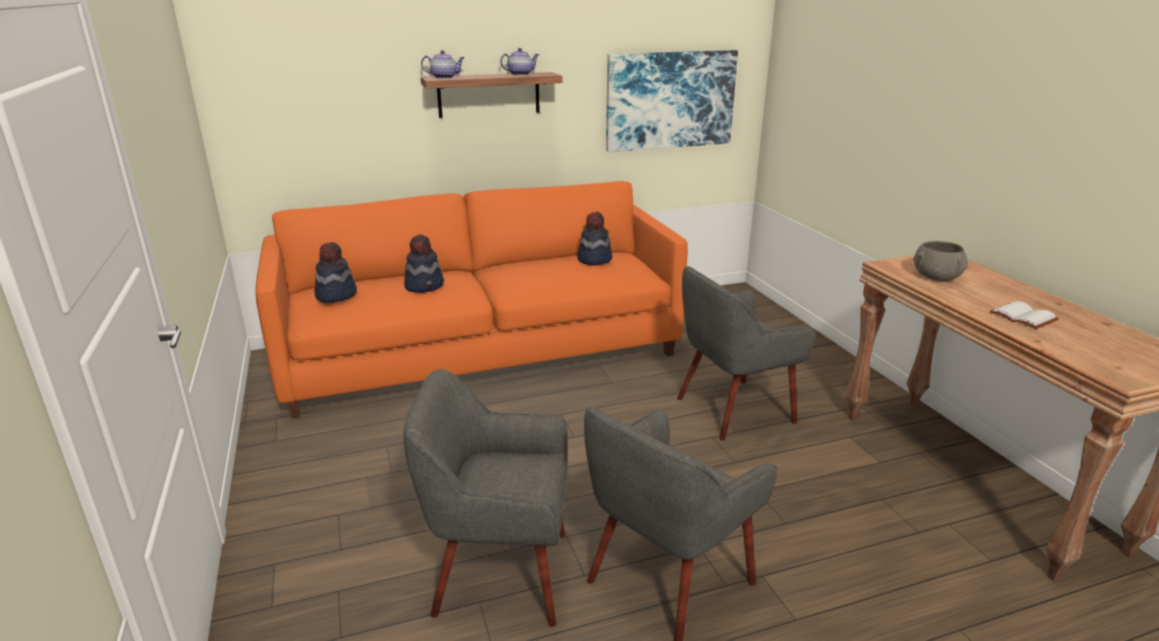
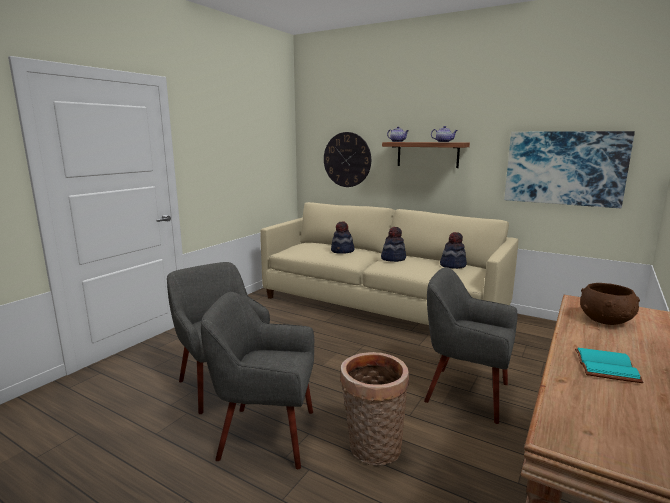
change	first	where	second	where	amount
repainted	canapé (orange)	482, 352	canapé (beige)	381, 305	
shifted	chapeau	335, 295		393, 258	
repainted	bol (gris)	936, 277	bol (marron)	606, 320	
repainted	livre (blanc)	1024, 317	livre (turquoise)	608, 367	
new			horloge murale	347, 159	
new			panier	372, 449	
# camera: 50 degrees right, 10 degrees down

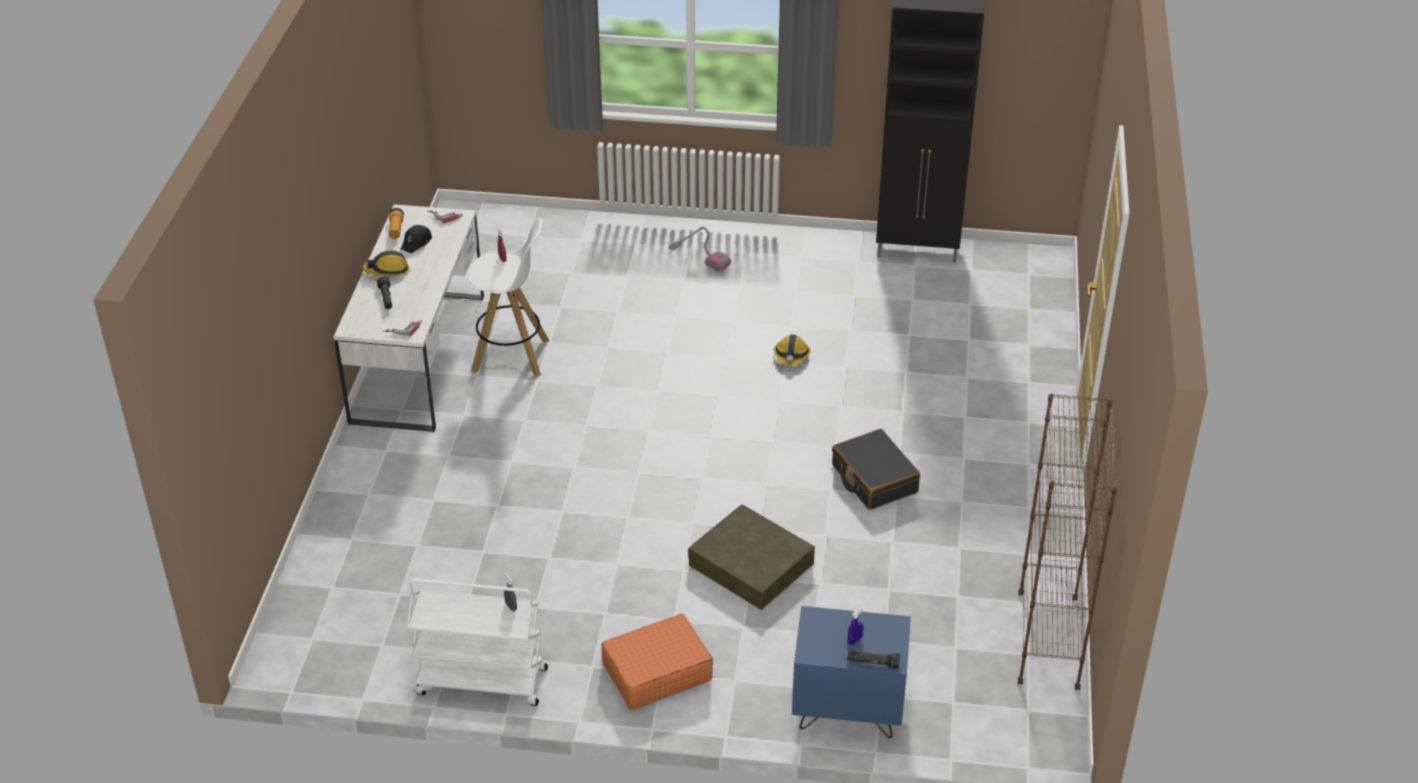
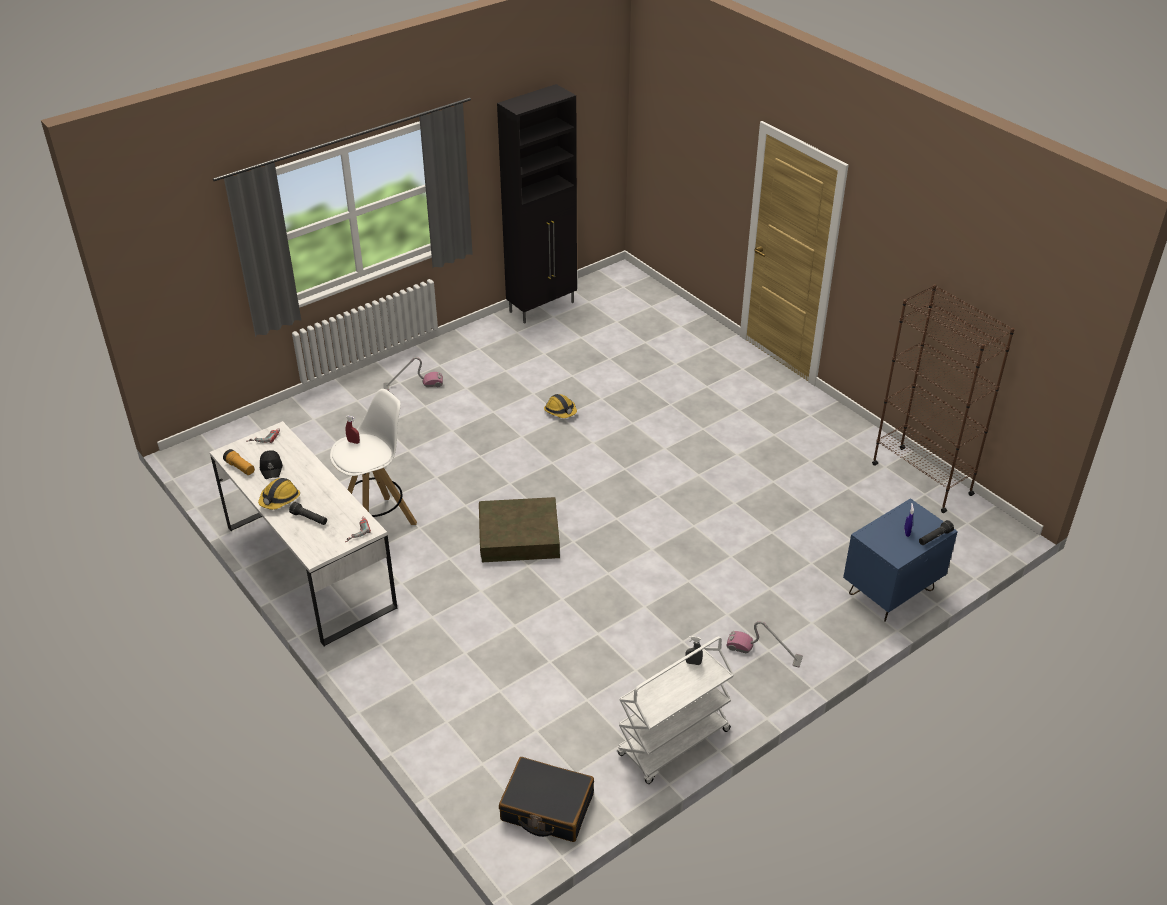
change	first	where	second	where	amount
swapped	valise (orange)	656, 672	aspirateur	764, 652	
shifted	boîte de rangement (marron)	751, 564		519, 536	
shifted	valise (noir)	874, 479		547, 807	
# camera: 45 degrees left, 0 degrees up

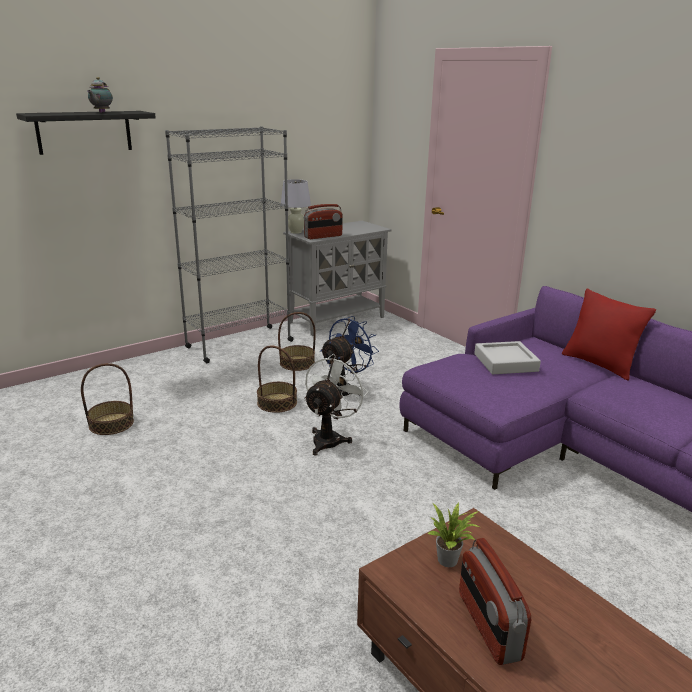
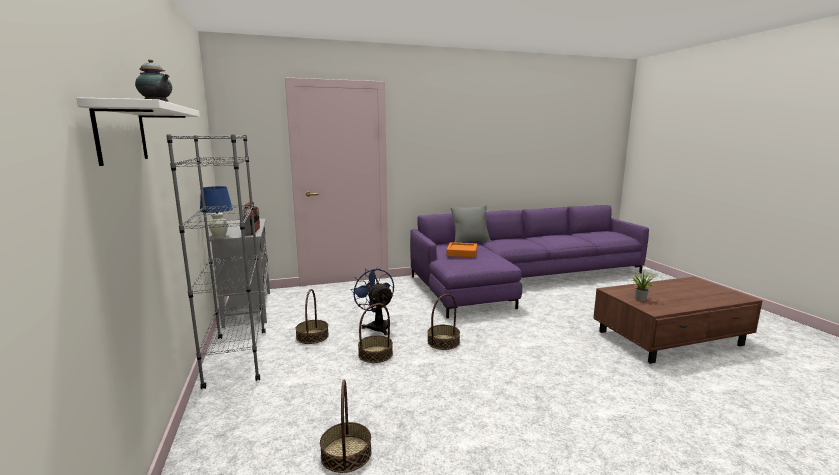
change	first	where	second	where	amount
repainted	étagère (noir)	84, 132	étagère (blanc)	121, 133	
repainted	lampe de table (blanc)	296, 232	lampe de table (bleu)	219, 236	
swapped	ventilateur (blanc)	330, 438	panier	443, 342	
gone	radio	488, 625			
repainted	plateau (gris)	505, 362	plateau (orange)	462, 253	
repainted	coussin (rouge)	599, 364	coussin (gris)	470, 242	
# camera: 70 degrees left, 10 degrees down

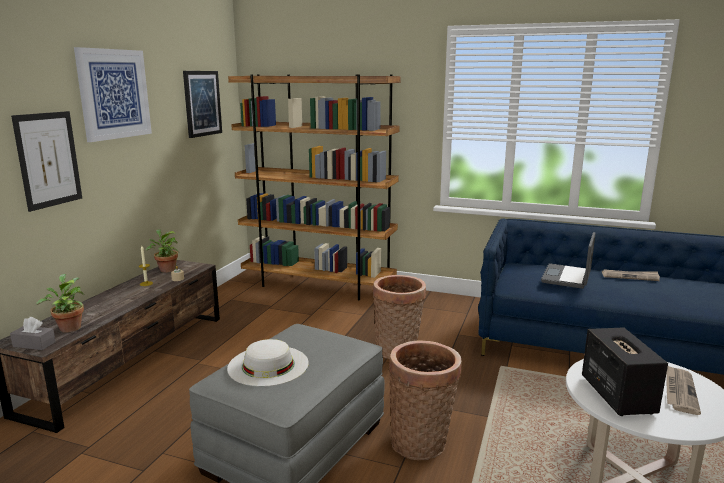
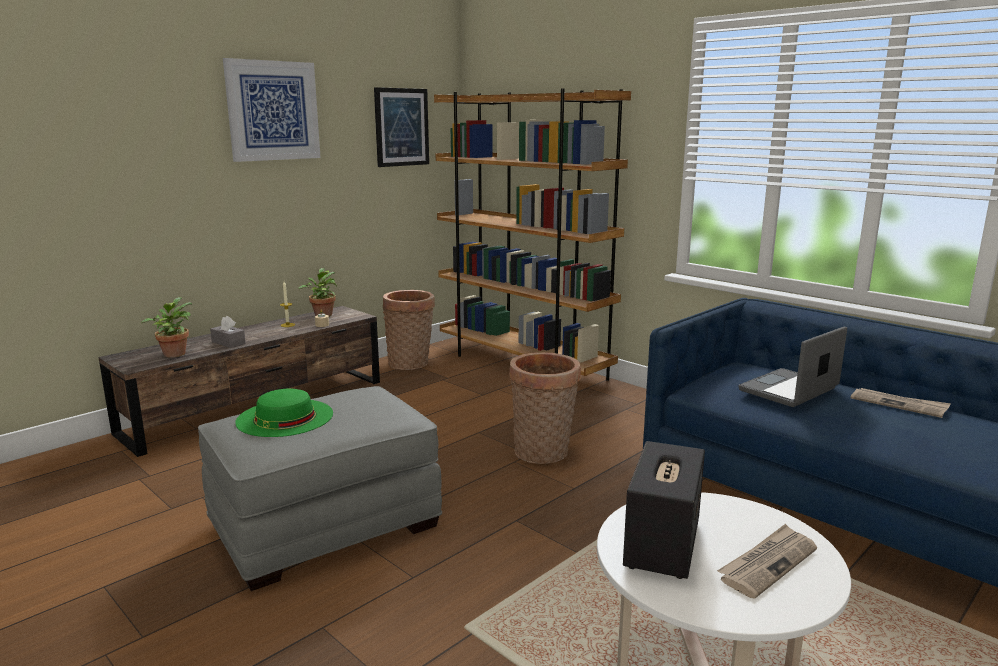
change	first	where	second	where	amount
shifted	boîte à mouchoirs (gris)	34, 344		228, 343	
gone	tableau	48, 160			
repainted	chapeau (blanc)	268, 365	chapeau (vert)	285, 417	
shifted	panier	422, 442		411, 364	
# camera: 25 degrees right, 0 degrees up

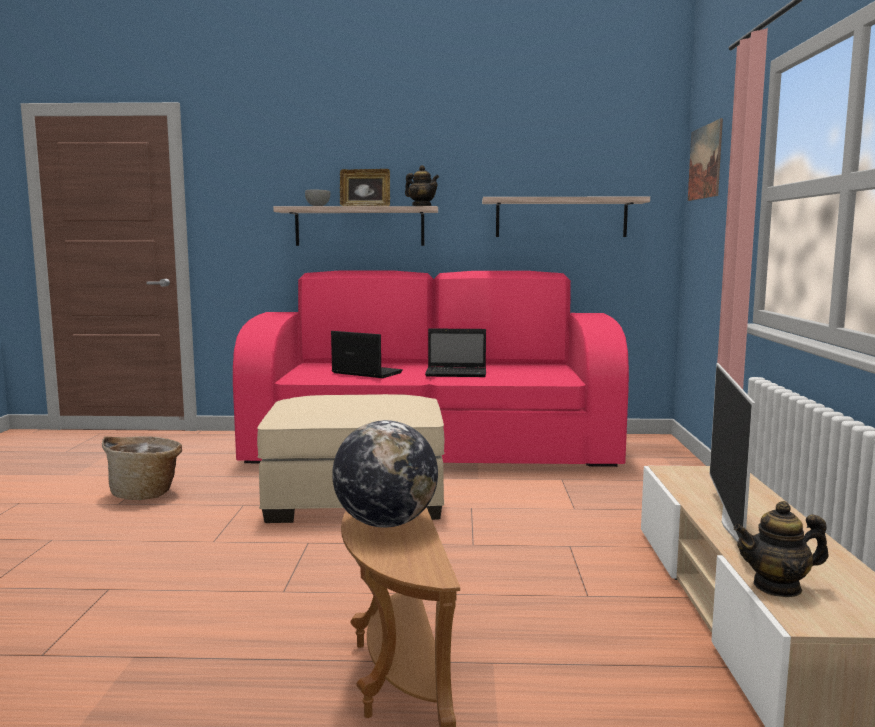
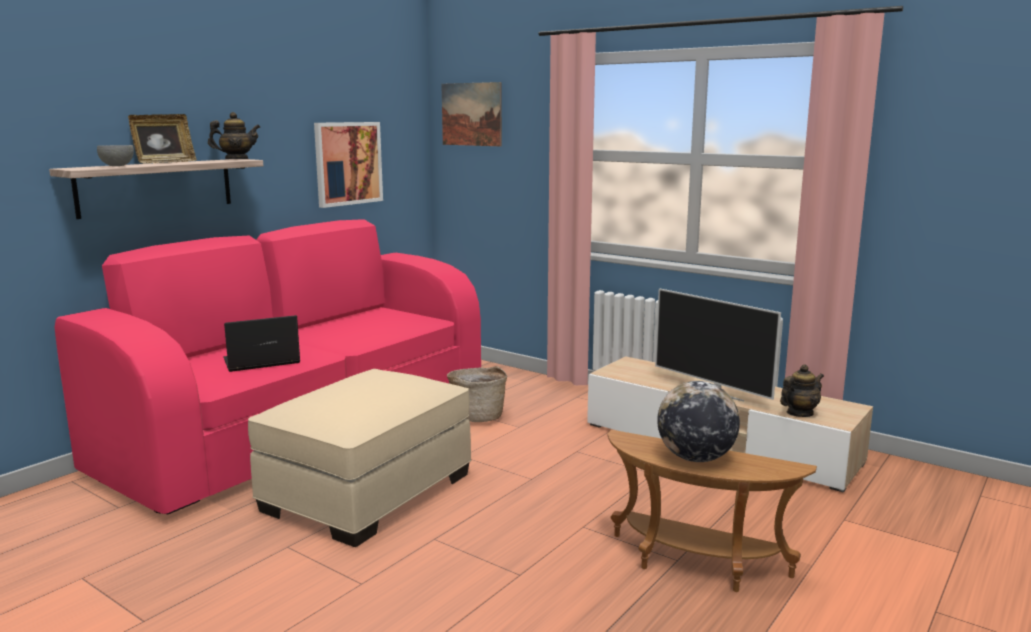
change	first	where	second	where	amount
shifted	panier	146, 494		478, 416	
gone	ordinateur portable	457, 373			
swapped	étagère	561, 217	tableau	348, 163	
rotated	théière	777, 587		799, 413	150 degrees counterclockwise
# camera: 55 degrees left, 5 degrees up

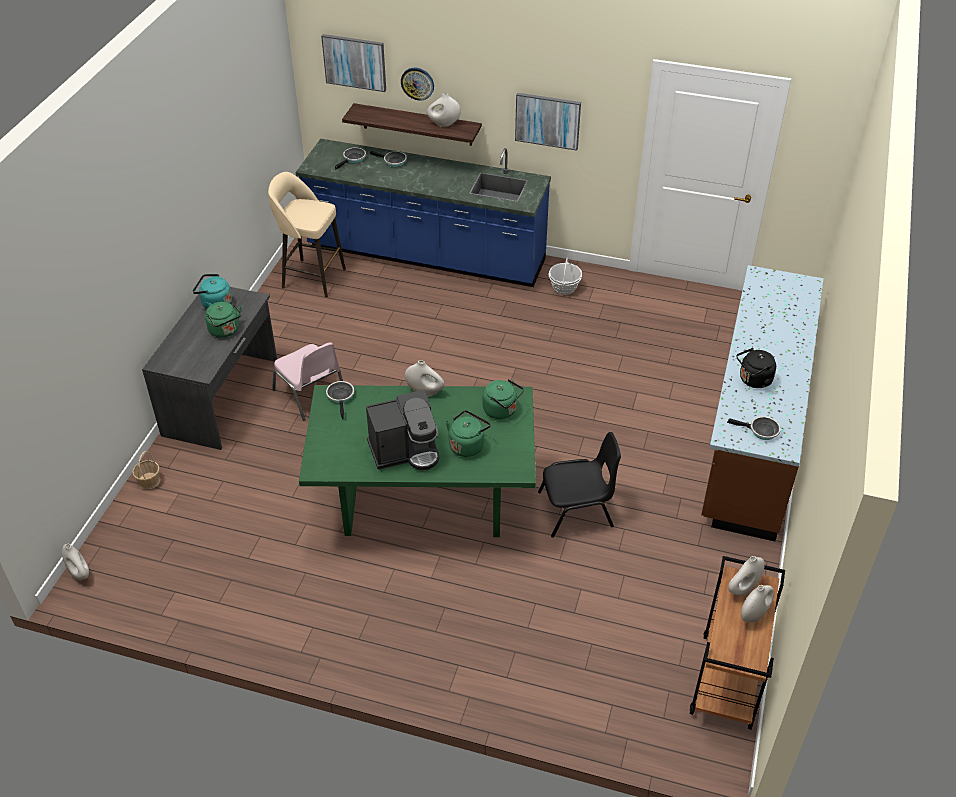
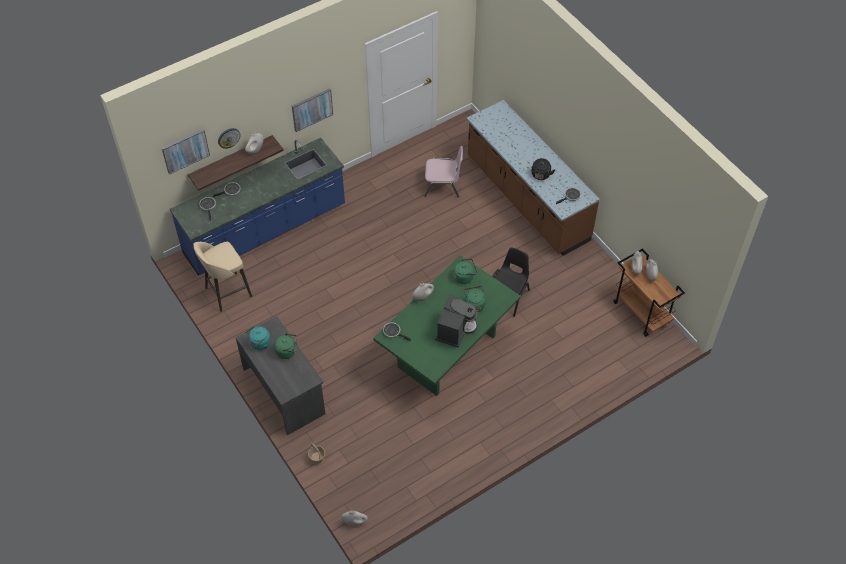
change	first	where	second	where	amount
shifted	chaise (rose)	311, 395		443, 185	
gone	panier	564, 288			
# camera: 50 degrees left, 10 degrees up

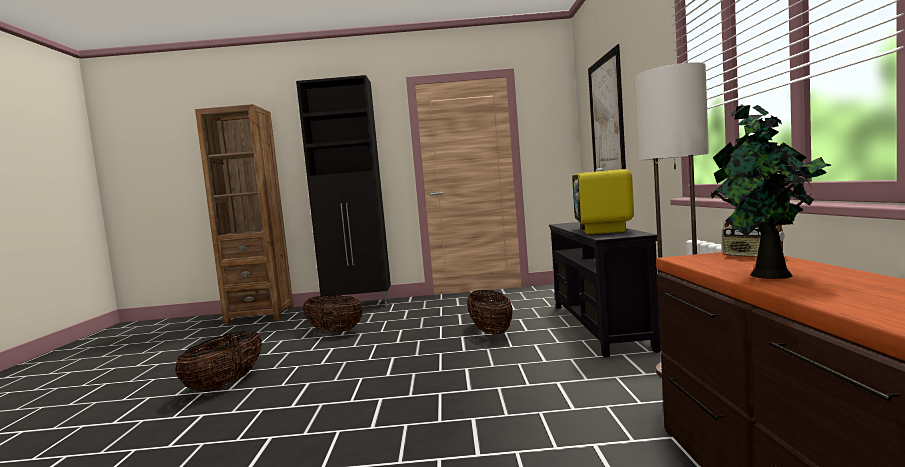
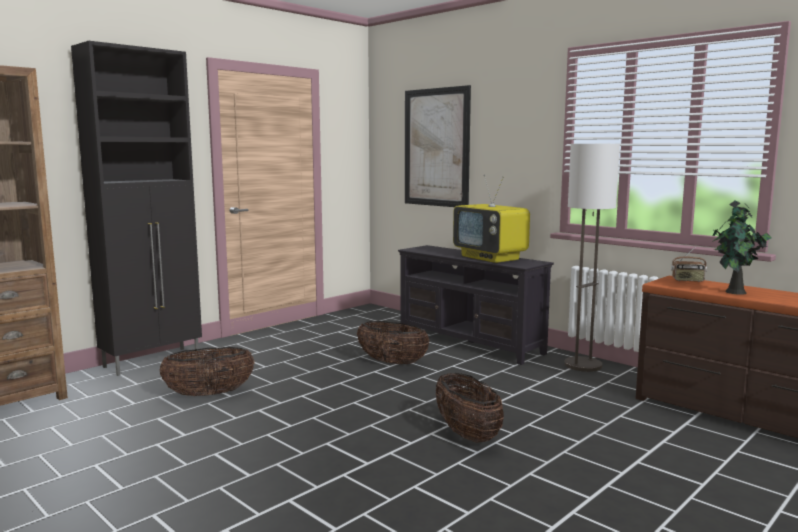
change	first	where	second	where	amount
shifted	panier	225, 384		467, 434	
# camera: 45 degrees left, 5 degrees up

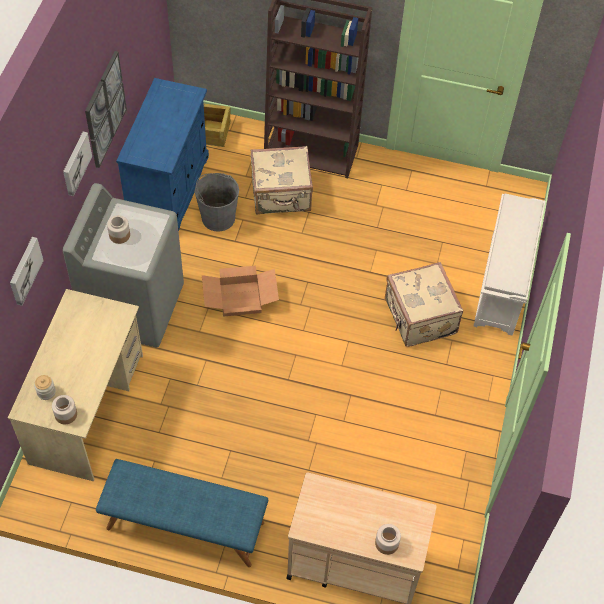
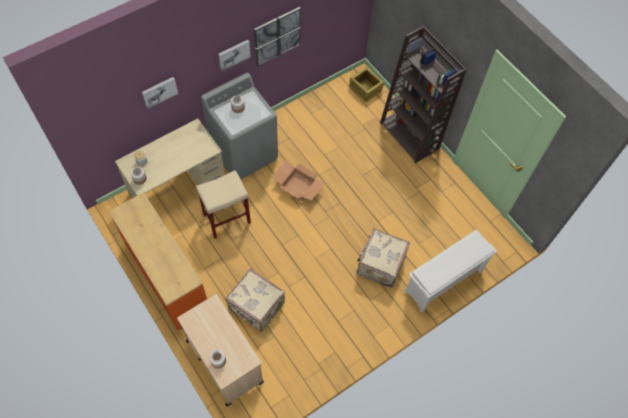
change	first	where	second	where	amount
swapped	banc (bleu)	185, 526	commode (orange)	166, 277	
gone	meuble de rangement (bleu)	169, 190			
gone	seau (gris)	218, 217			
shifted	valise (beige)	281, 195		256, 306	
new			tabouret (beige)	226, 219	
# camera: 40 degrees right, 5 degrees up

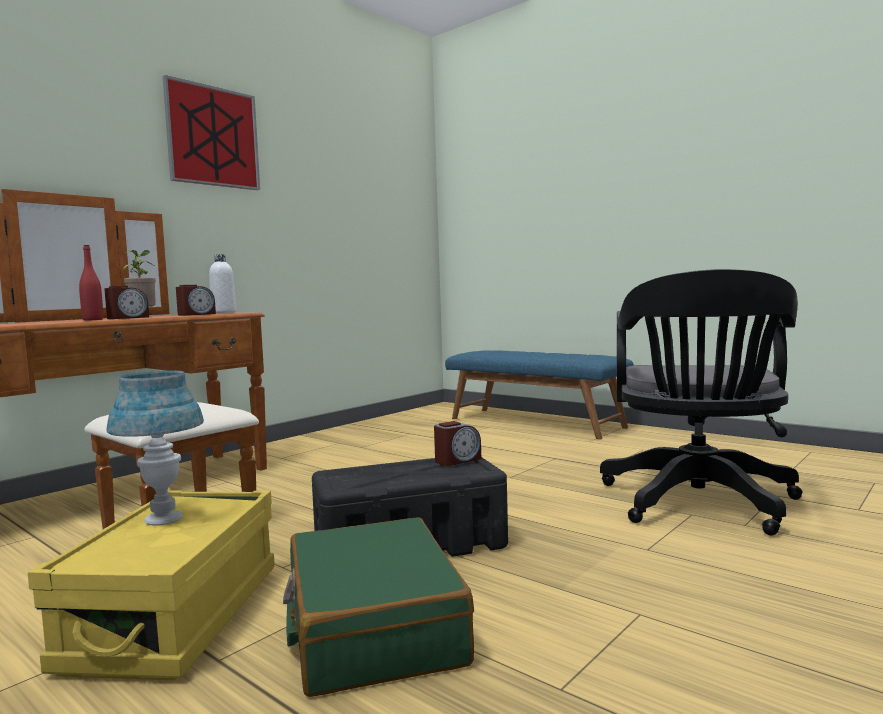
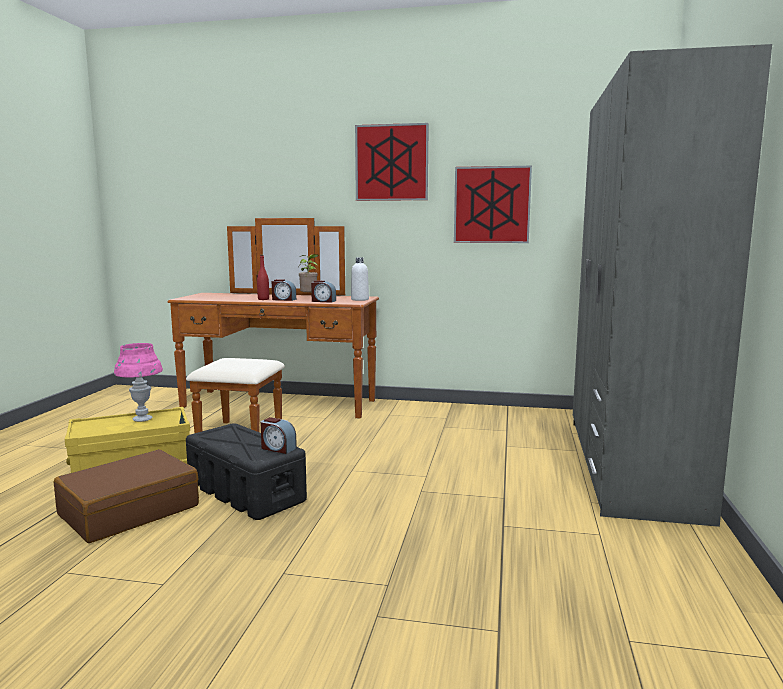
change	first	where	second	where	amount
repainted	lampe de table (bleu)	164, 519	lampe de table (rose)	142, 419	
repainted	valise (vert)	372, 627	valise (marron)	129, 510	
swapped	banc (bleu)	535, 422	armoire (gris)	630, 465	
gone	chaise de bureau (noir)	699, 505			
new			tableau	492, 205	
# camera: 60 degrees right, 5 degrees up

